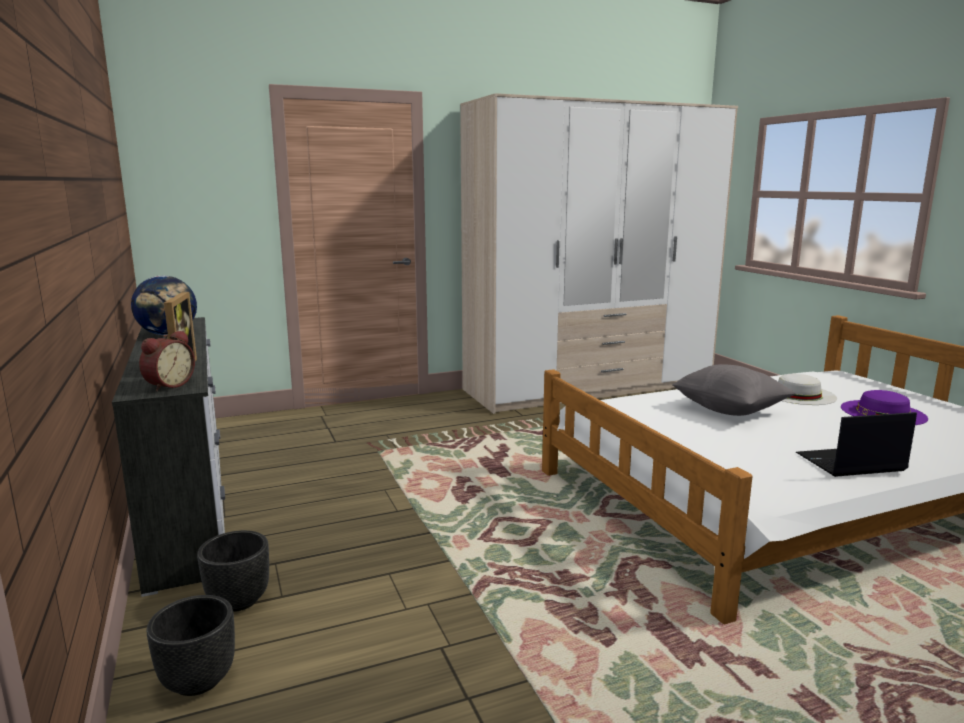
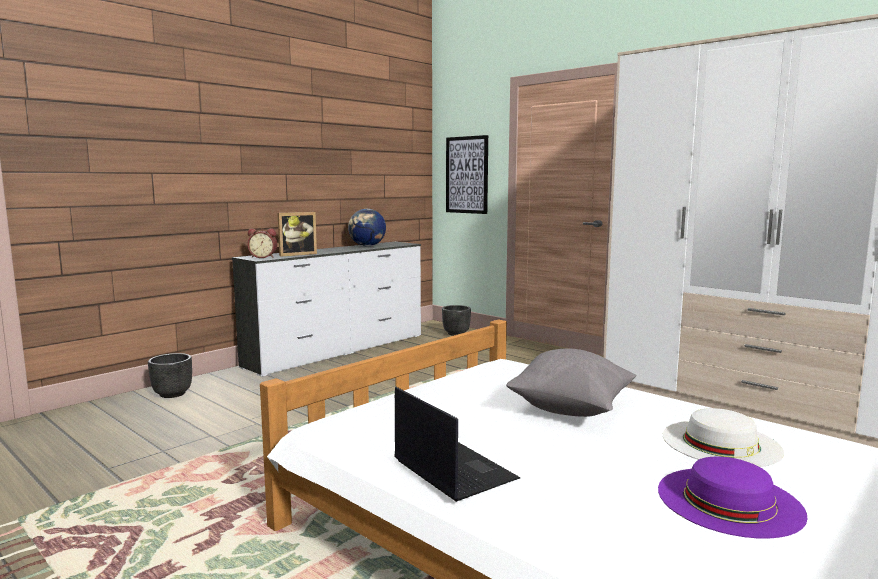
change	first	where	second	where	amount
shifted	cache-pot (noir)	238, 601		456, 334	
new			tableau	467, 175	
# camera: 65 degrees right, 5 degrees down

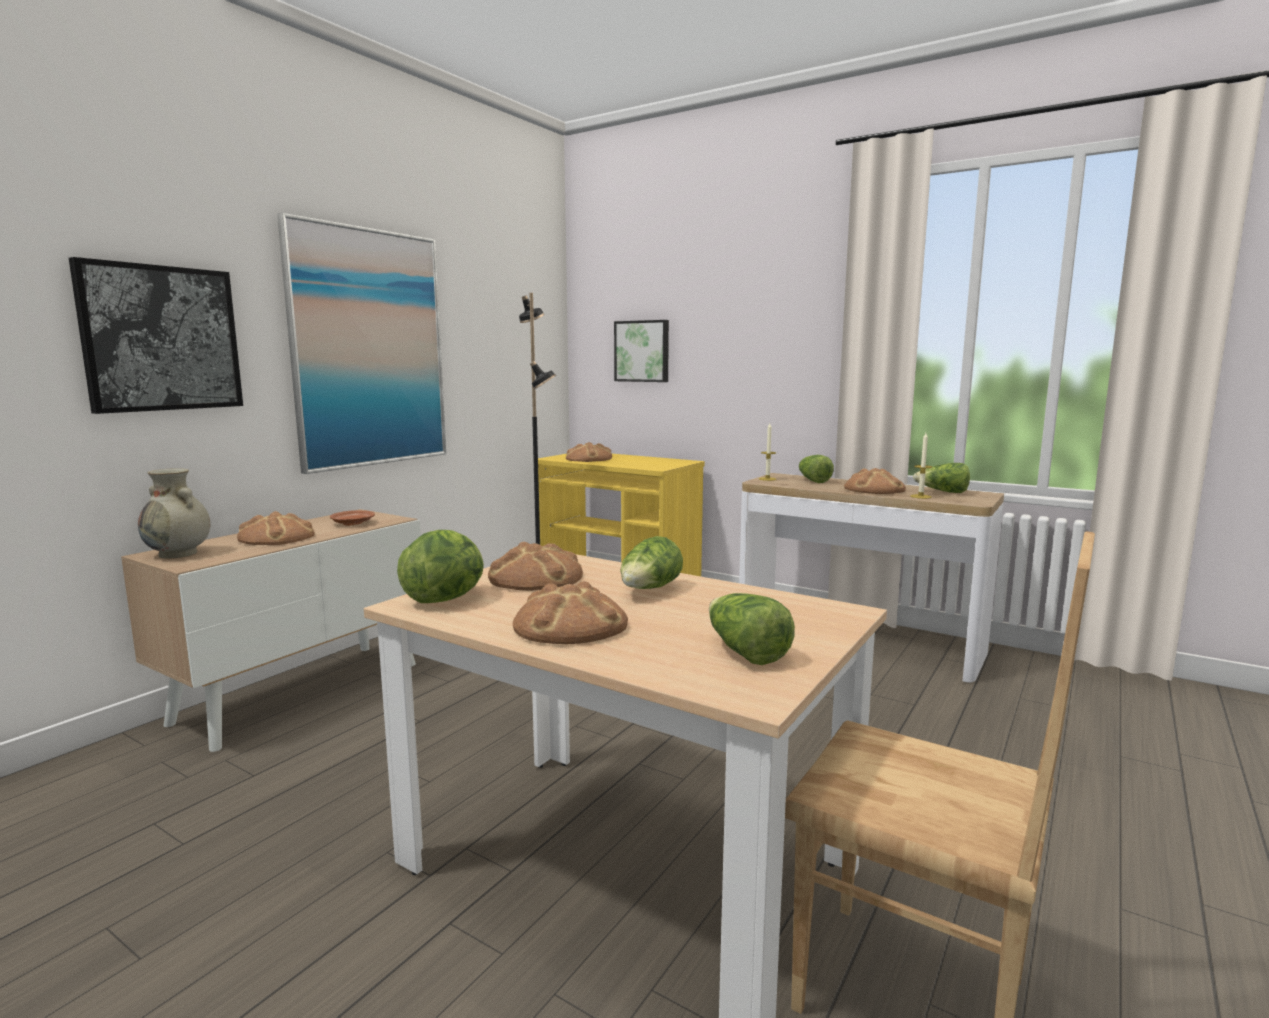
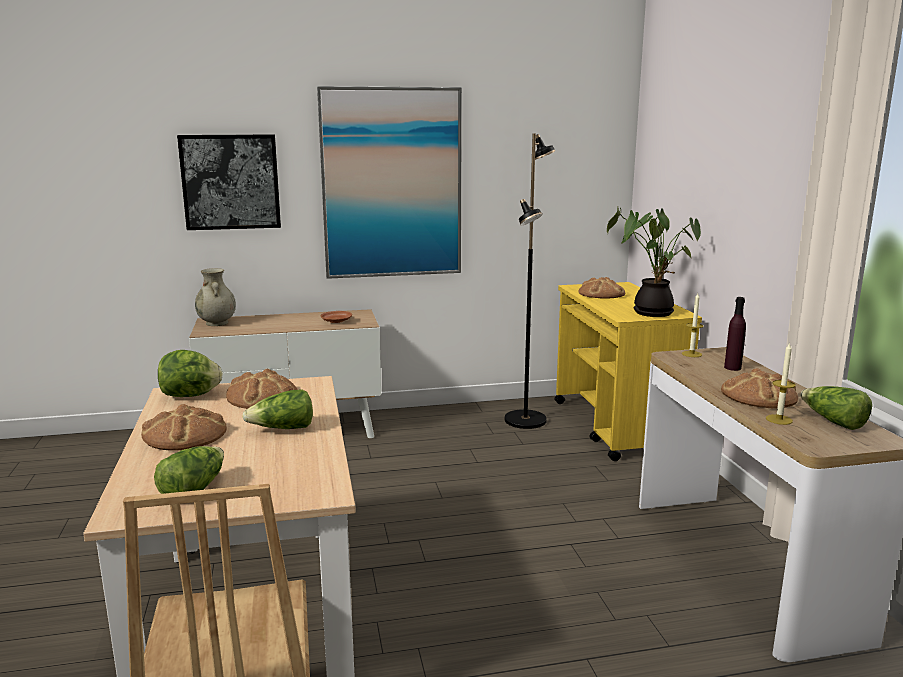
change	first	where	second	where	amount
gone	pain	277, 537			
gone	tableau	642, 351			
swapped	laitue	813, 481	bouteille (violet)	732, 368	
new			plante en pot	651, 312	
# camera: 45 degrees right, 5 degrees up

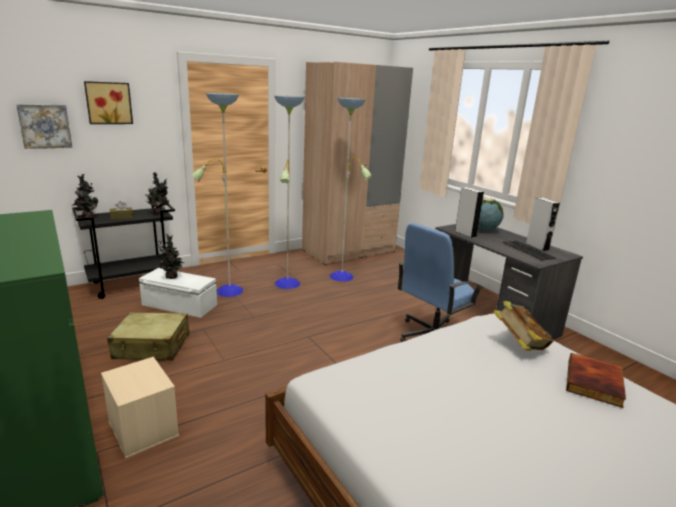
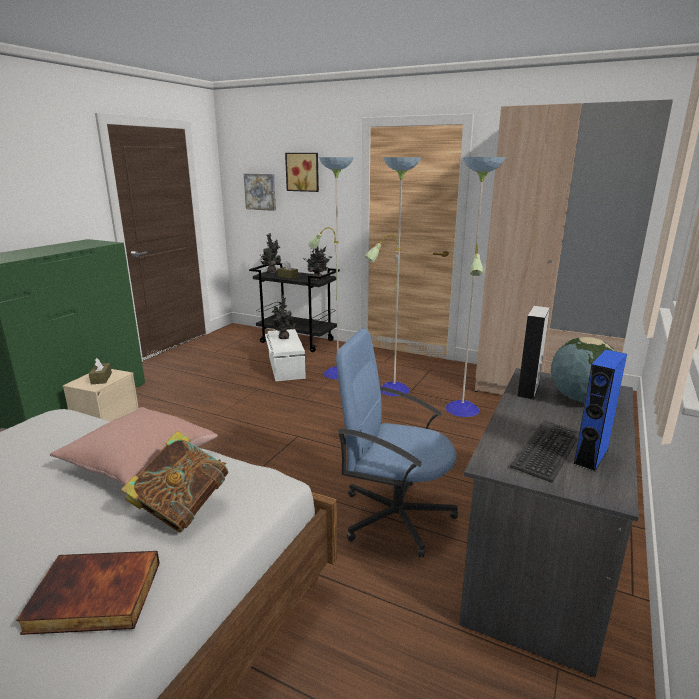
change	first	where	second	where	amount
gone	valise (beige)	152, 346			
repainted	enceinte (gris)	537, 247	enceinte (bleu)	591, 456	
new			coussin (rose)	139, 461	
new			boîte à mouchoirs (marron)	101, 378	
# camera: 60 degrees right, 0 degrees up

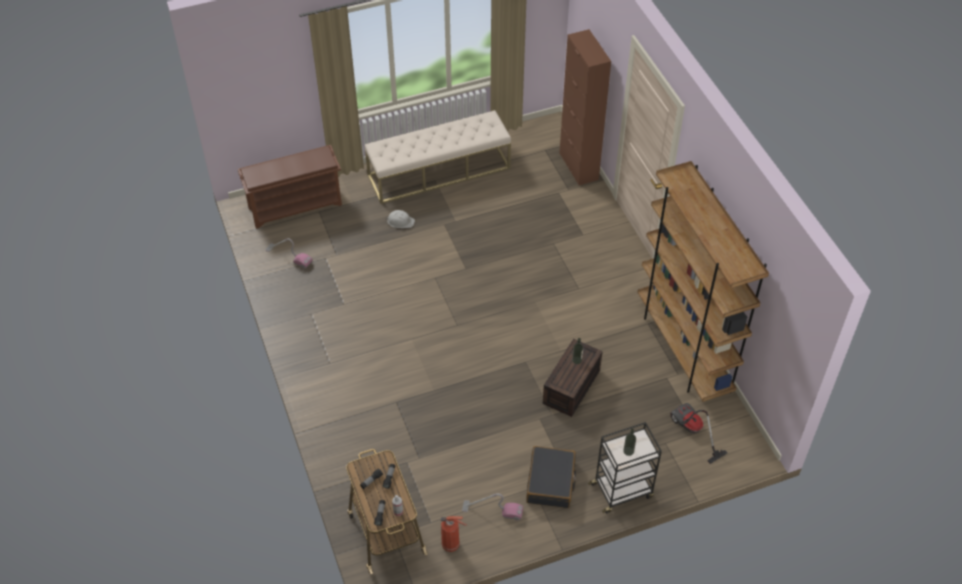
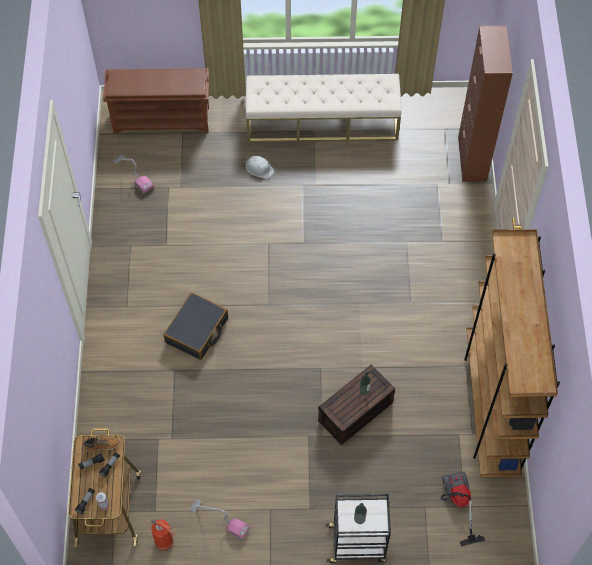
change	first	where	second	where	amount
shifted	valise (noir)	551, 482		197, 331	
new			botte	102, 445	
# camera: 20 degrees right, 10 degrees up

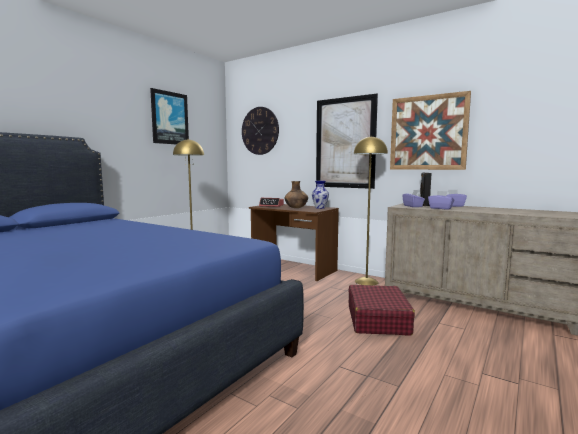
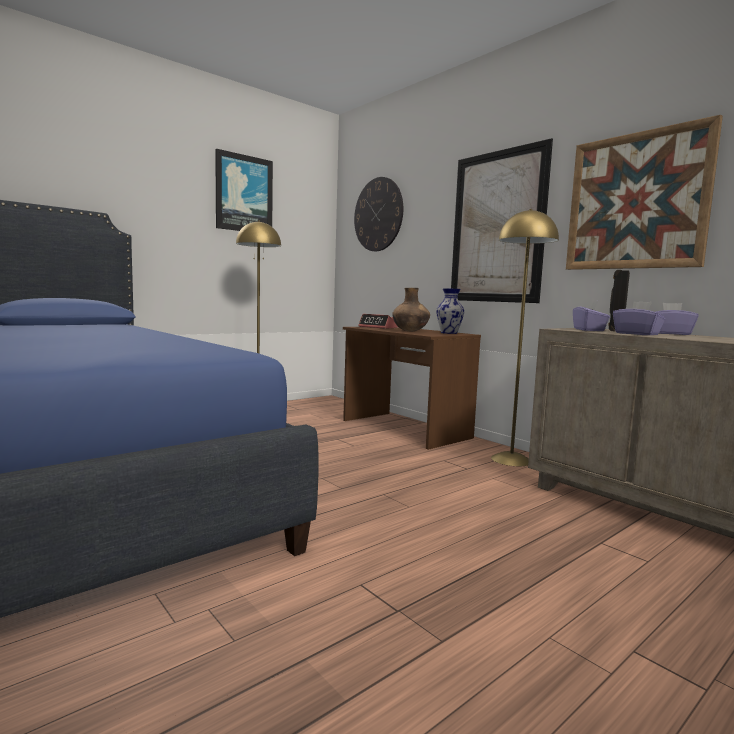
change	first	where	second	where	amount
gone	valise (rouge)	378, 319			
# camera: 15 degrees right, 0 degrees up

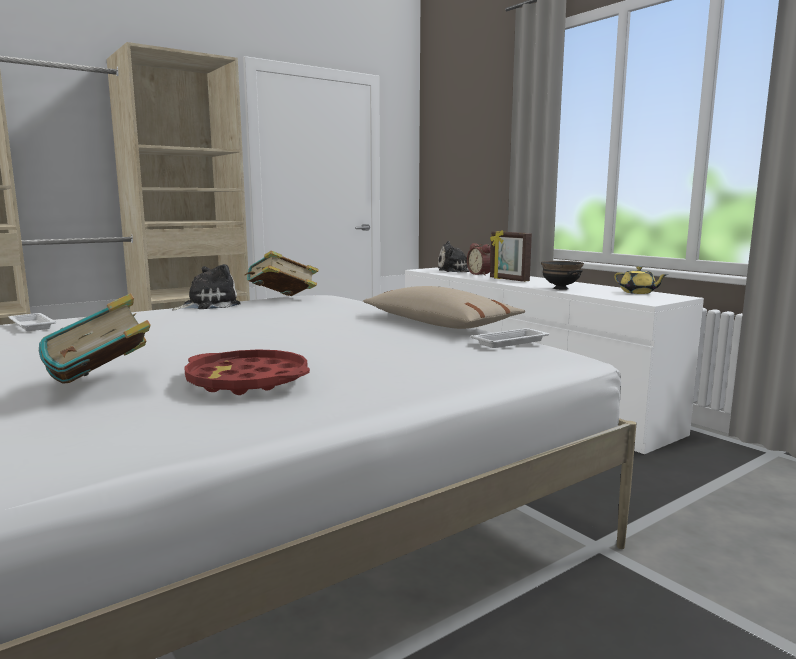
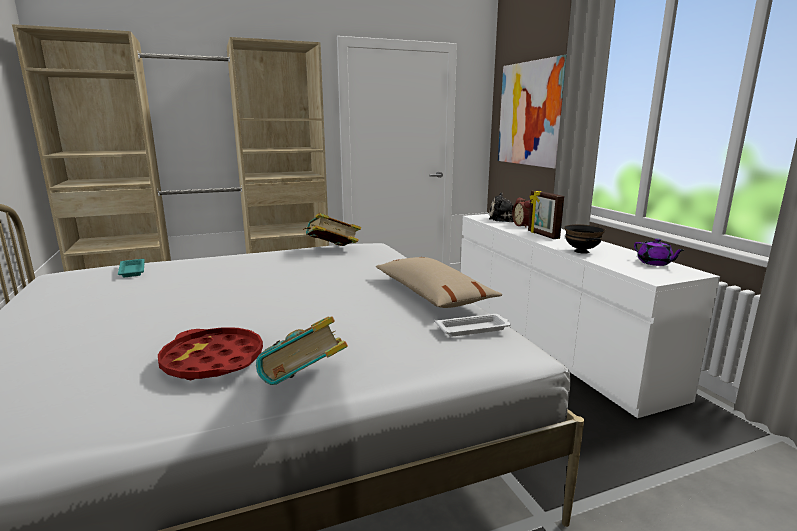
change	first	where	second	where	amount
repainted	plateau (blanc)	32, 325	plateau (turquoise)	132, 270	
shifted	livre	102, 387		305, 385	
gone	peluche	208, 305			
repainted	théière (jaune)	638, 292	théière (violet)	654, 263	
new			tableau	531, 114	
# camera: 15 degrees right, 5 degrees up

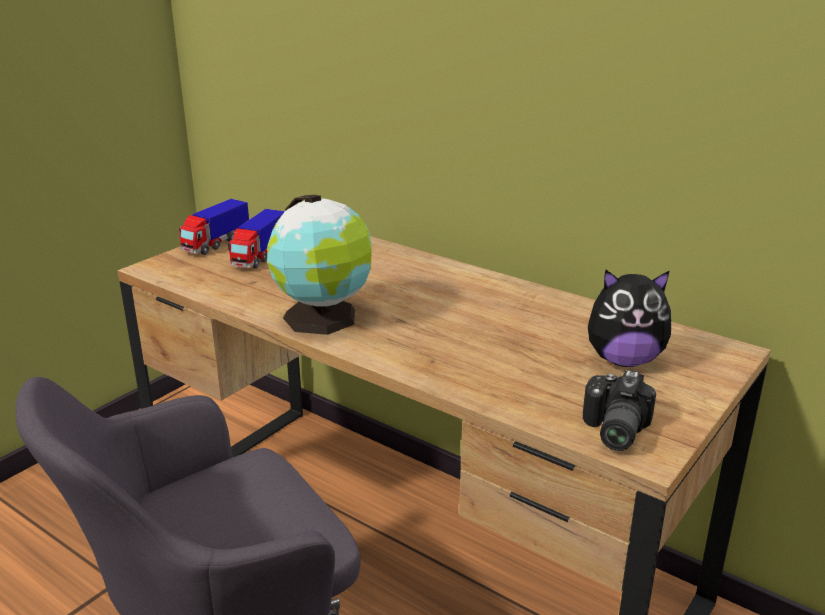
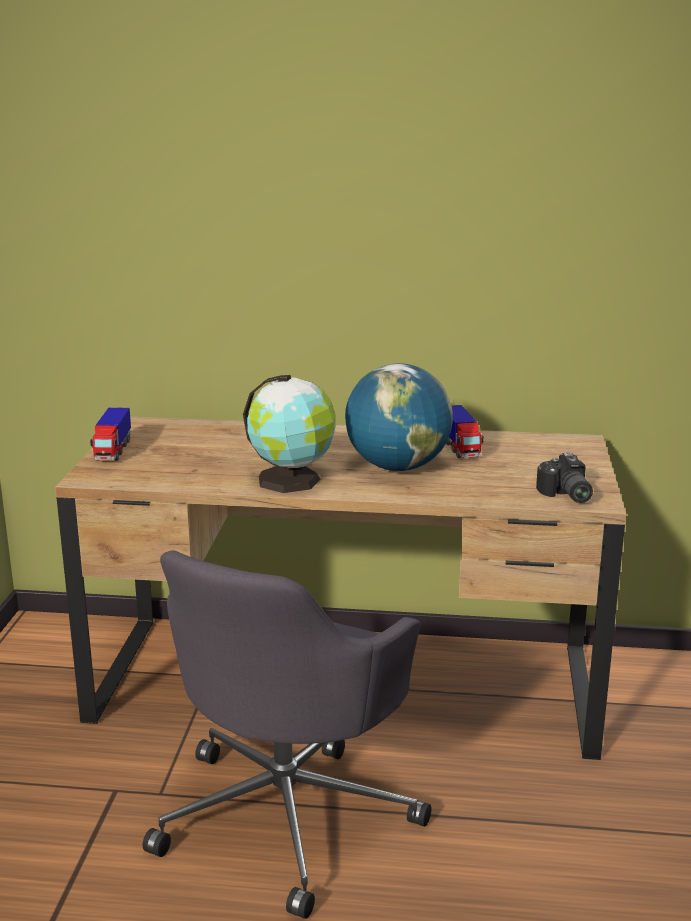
change	first	where	second	where	amount
shifted	camion jouet	259, 256		460, 448	
gone	peluche	624, 360			
new			globe	397, 467	
# camera: 30 degrees left, 5 degrees down

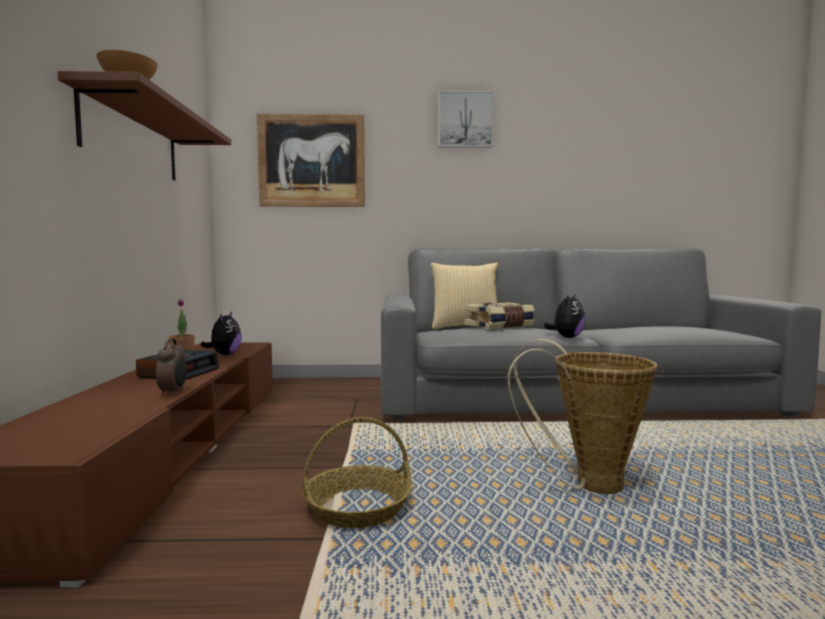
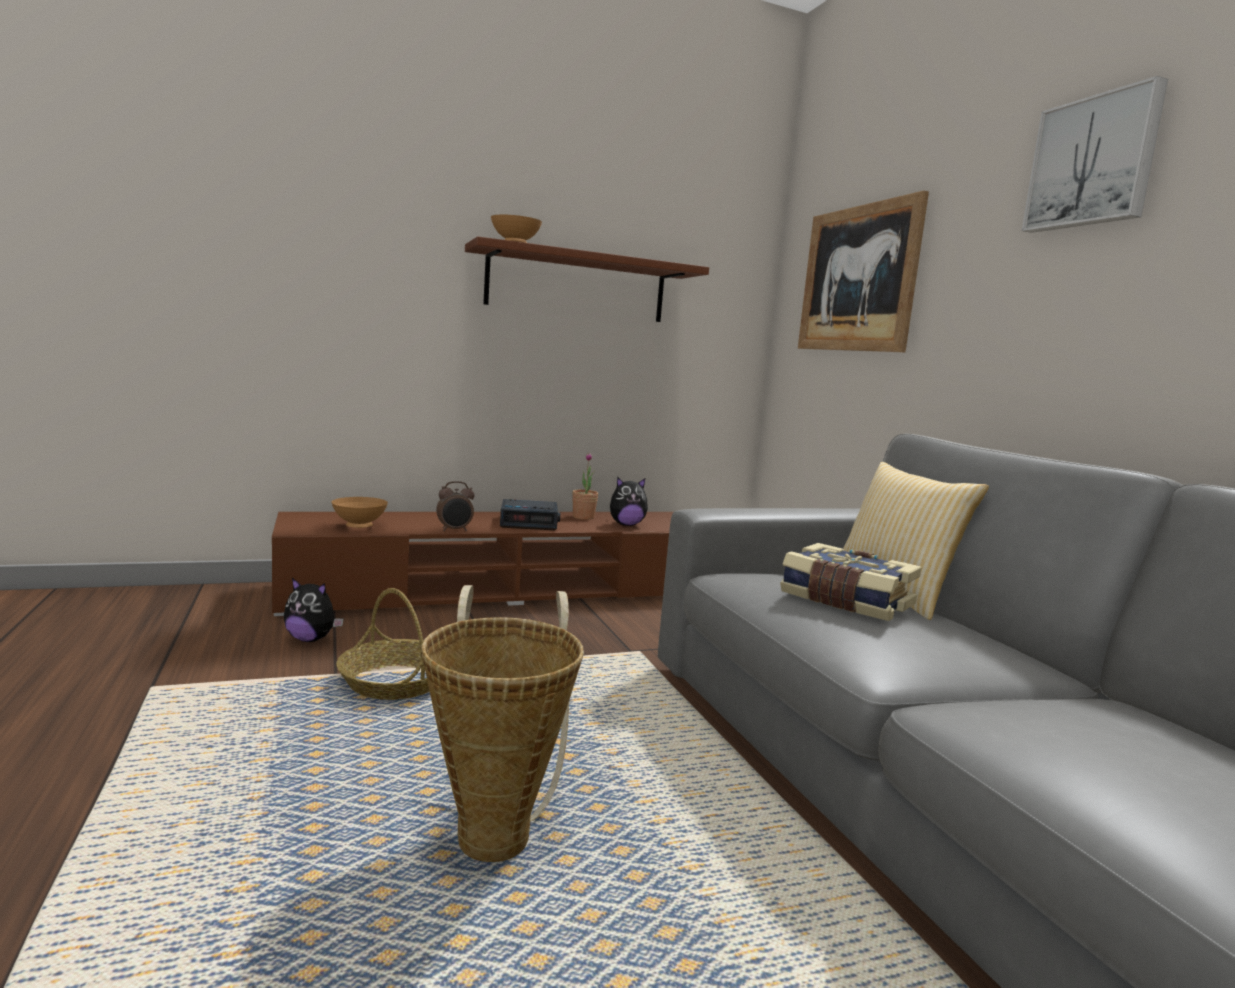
change	first	where	second	where	amount
shifted	peluche	567, 337		311, 639	
new			bol (marron)	360, 527	
# camera: 70 degrees right, 5 degrees up

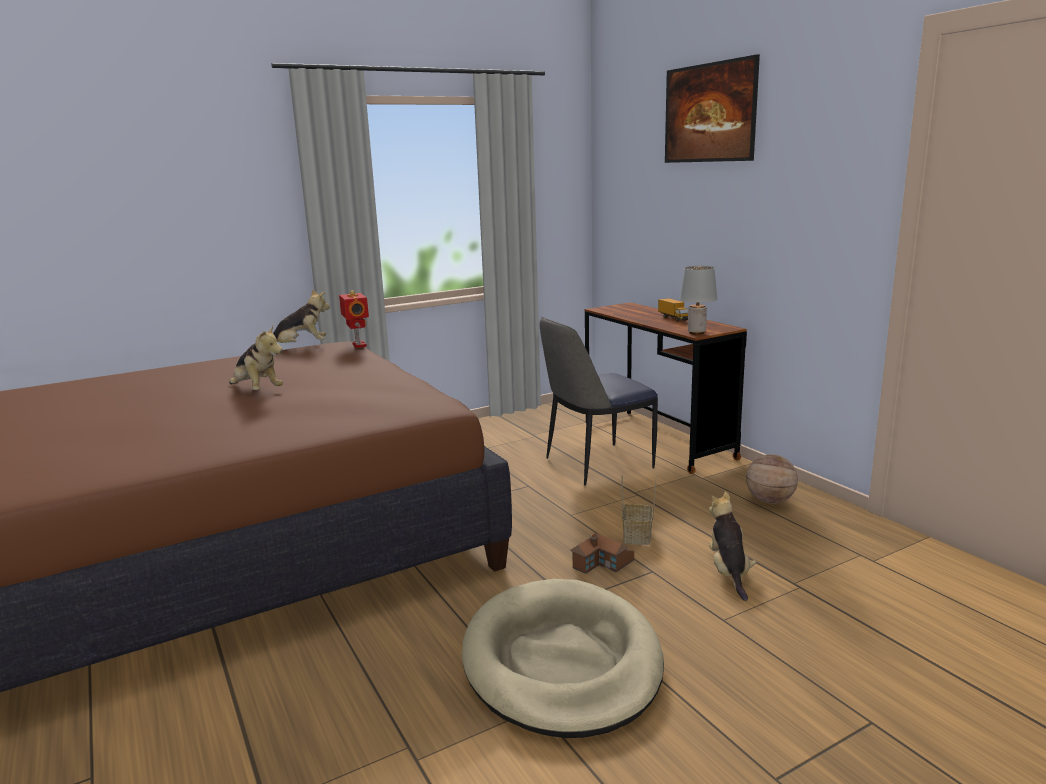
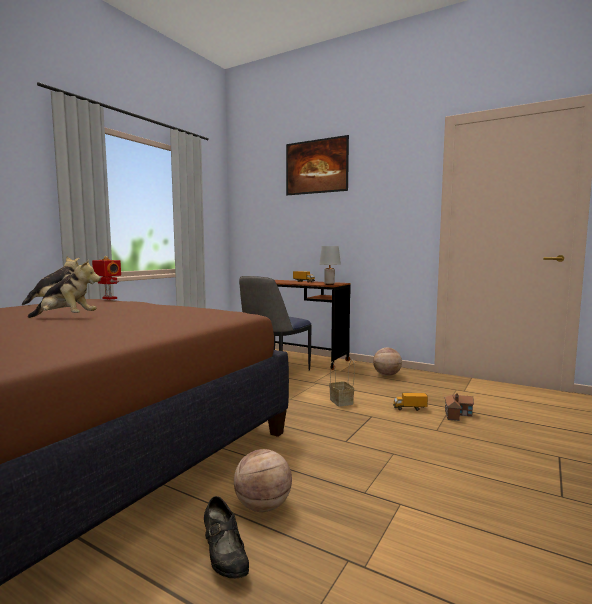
change	first	where	second	where	amount
gone	panier pour chien (beige)	561, 662			
shifted	maison miniature	603, 563		458, 414	
swapped	peluche	728, 572	camion jouet	409, 408	
new			chaussure (noir)	224, 558	
new			ballon de basket	263, 506	
# camera: 30 degrees left, 10 degrees down

